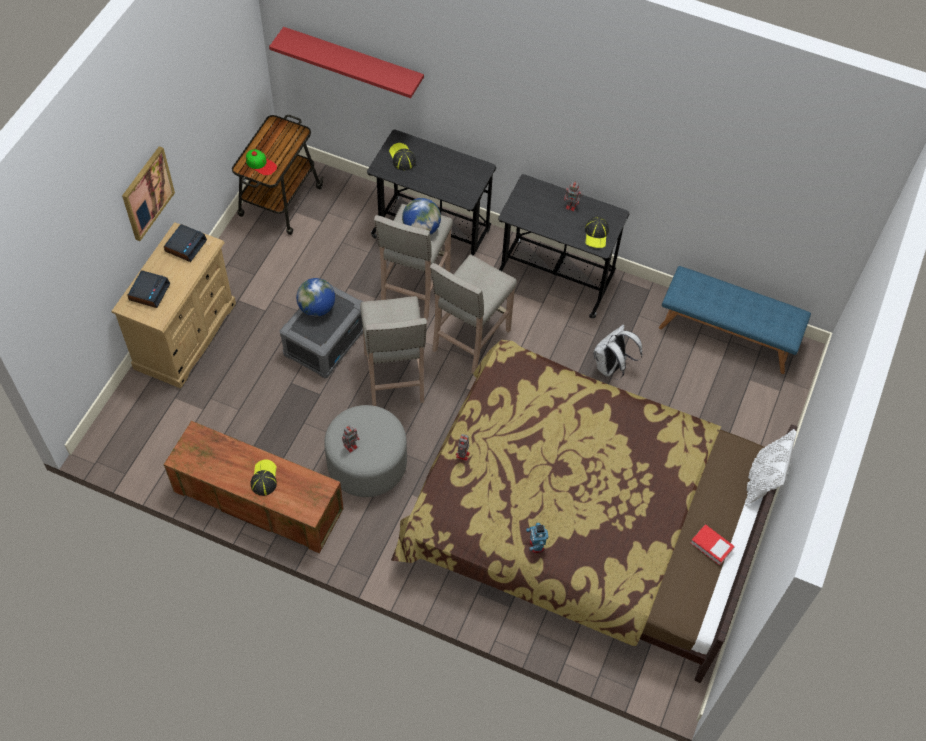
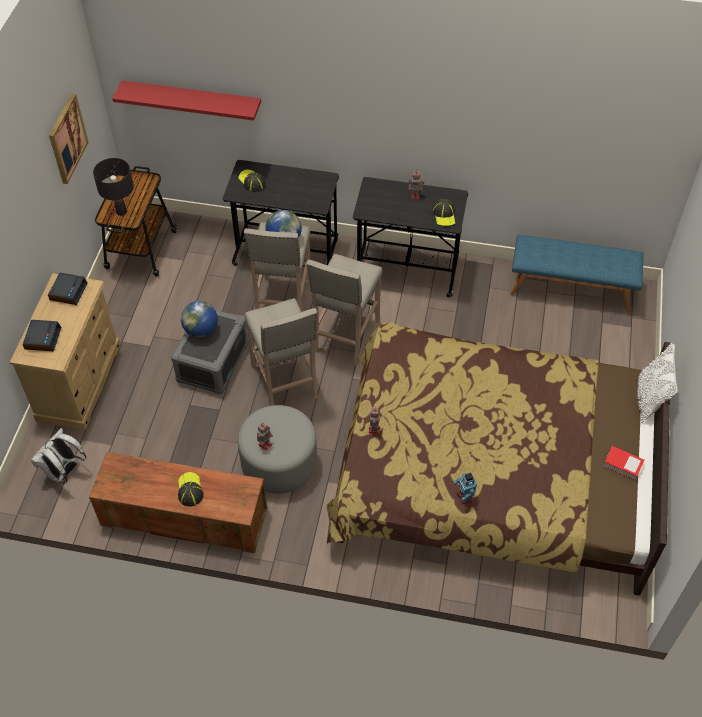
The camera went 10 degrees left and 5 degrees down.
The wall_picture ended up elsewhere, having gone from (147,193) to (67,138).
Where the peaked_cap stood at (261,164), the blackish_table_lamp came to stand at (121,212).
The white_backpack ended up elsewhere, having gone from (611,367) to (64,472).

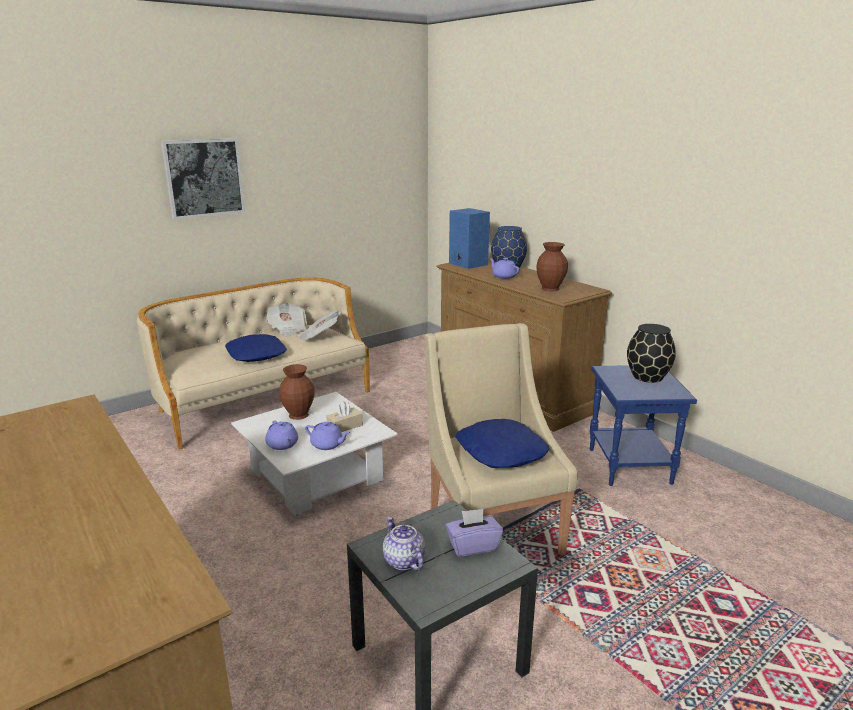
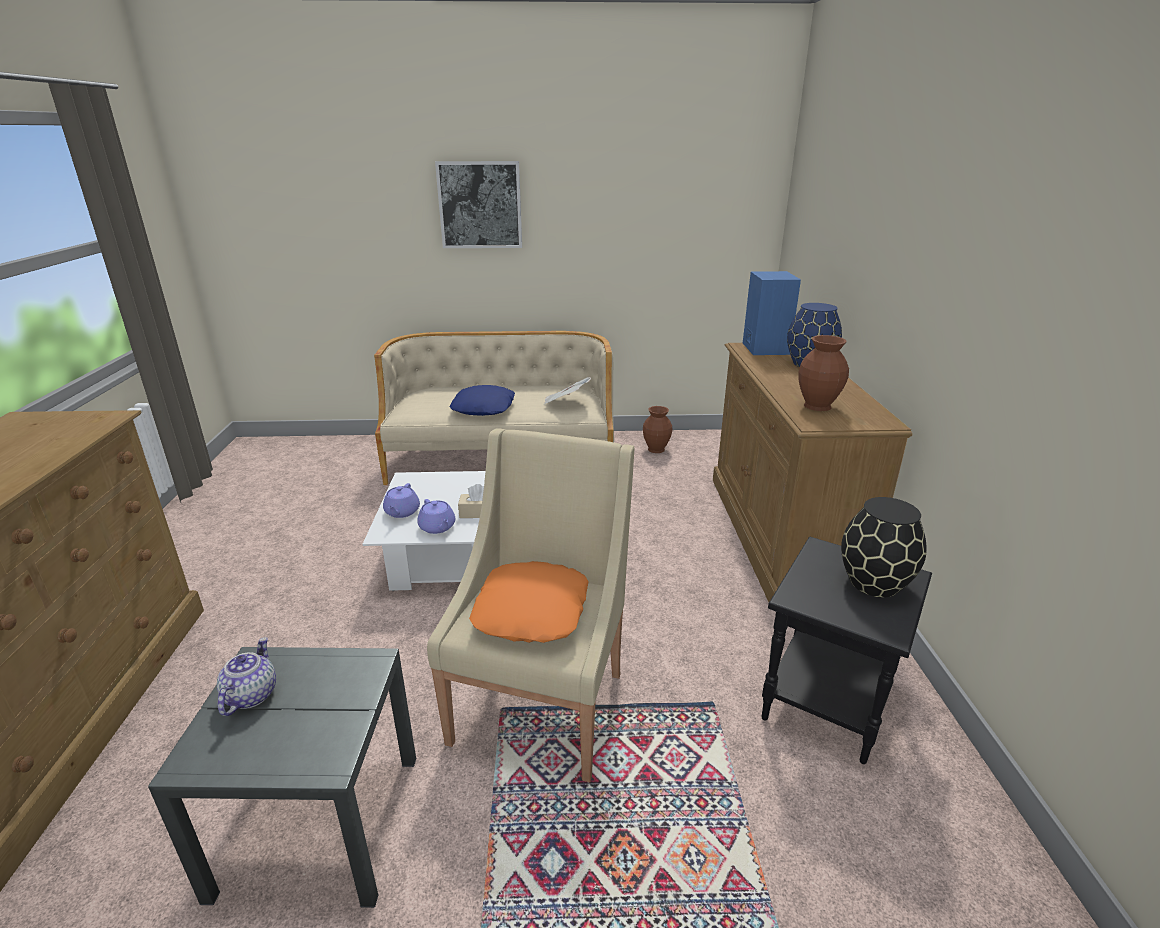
The camera went 35 degrees right and 5 degrees up.
The second view lost the printed_paper at (287,329).
The brown-coloured_vase ended up elsewhere, having gone from (298,415) to (655,449).
The second view lost the purple-coloured_tissue_box at (473,546).
What was the bluish_throw_pillow at (500,452) turned into the orangey_throw_pillow at (530,611).
The second view lost the purple-coloured_pot_for_tea at (503,276).
What was the bluish_end_table at (627,465) turned into the blackish_end_table at (824,702).

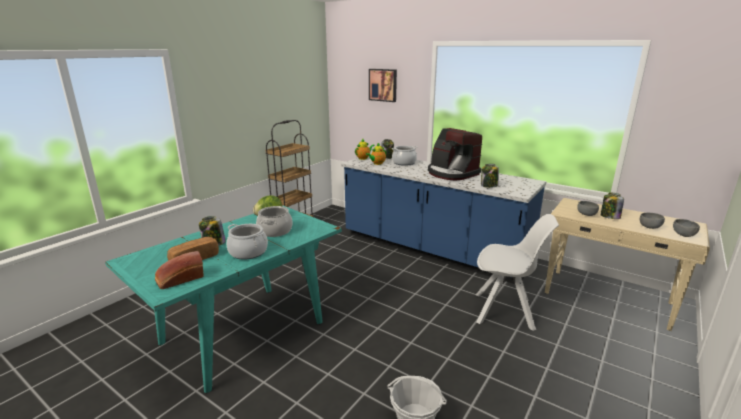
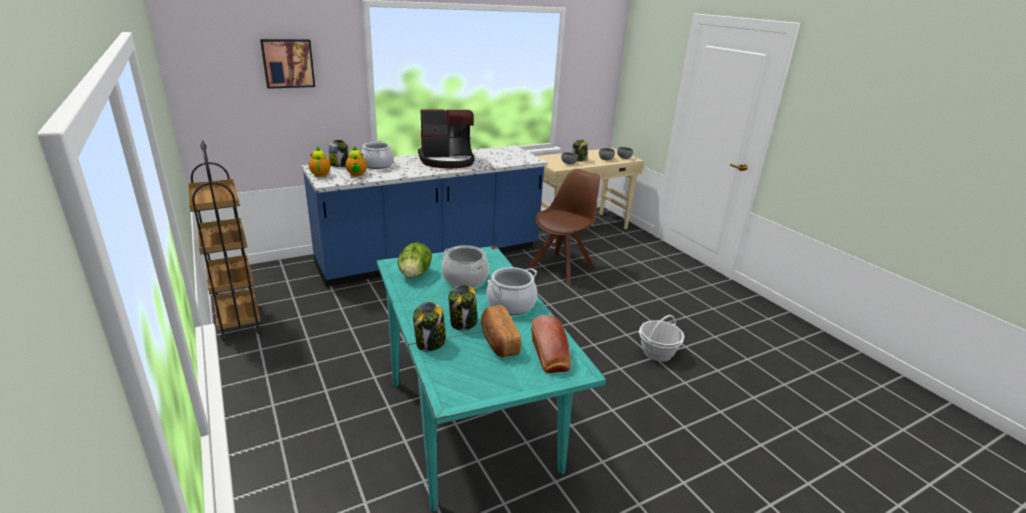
The camera went 65 degrees left and 5 degrees up.
What was the white_chair at (505,311) turned into the brown-coloured_chair at (562,267).
The storage_jar ended up elsewhere, having gone from (489,186) to (430,343).

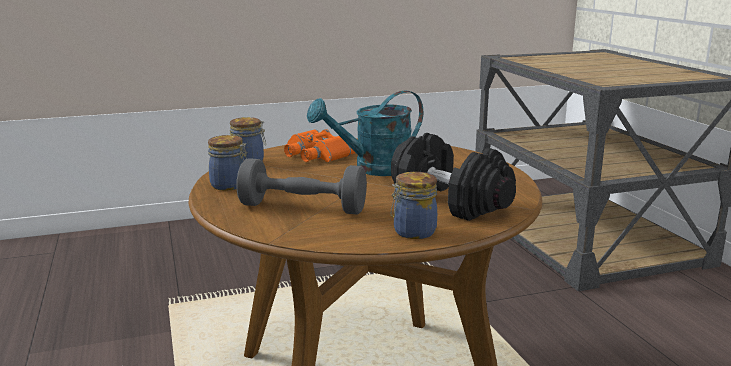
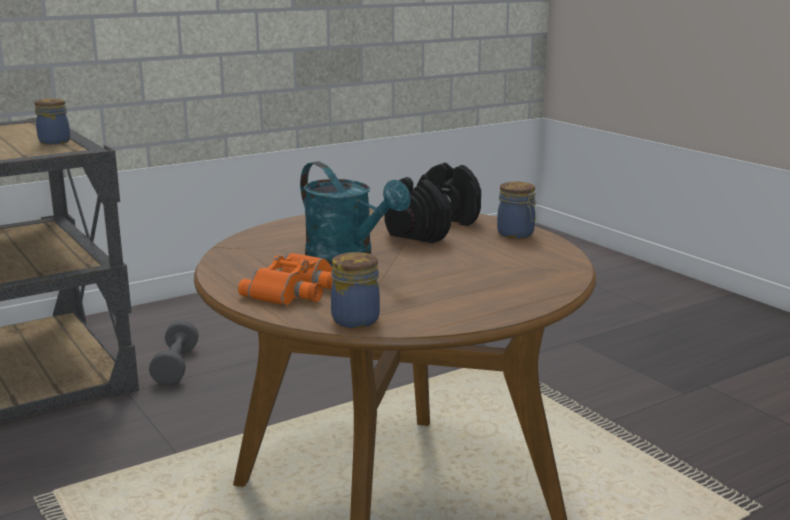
The camera went 105 degrees left and 0 degrees up.
The storage_jar ended up elsewhere, having gone from (230,185) to (55,141).
The gray_hand_weight ended up elsewhere, having gone from (302,208) to (176,366).

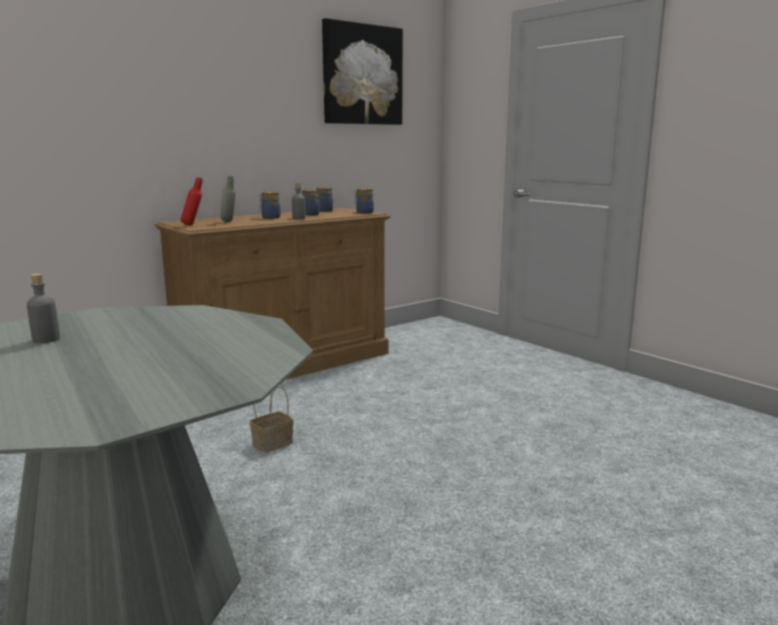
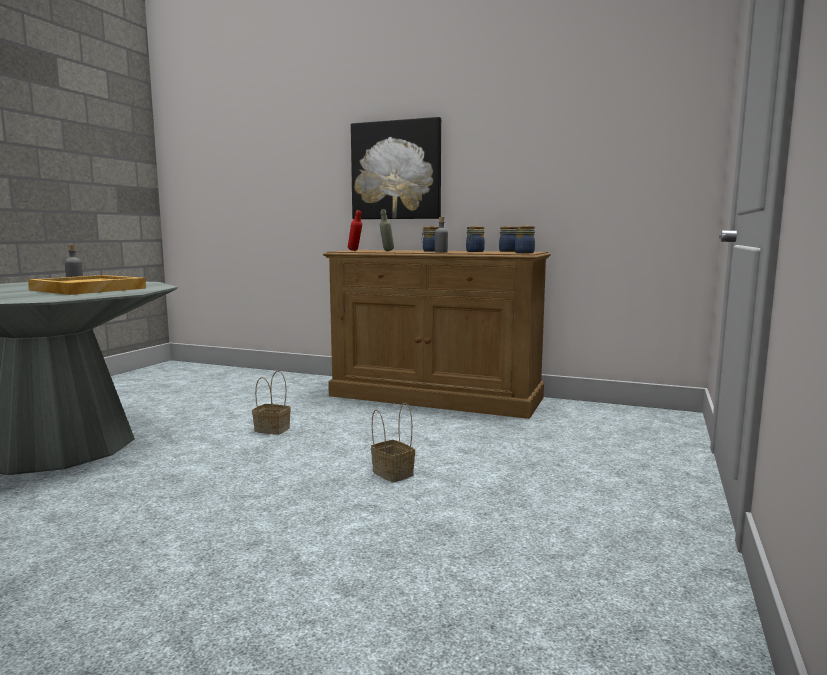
The camera went 60 degrees right and 5 degrees down.
The wall_picture ended up elsewhere, having gone from (362,75) to (396,170).
The second view gained the beige-coloured_tray at (88,289).
The second view gained the storage_basket at (391,473).

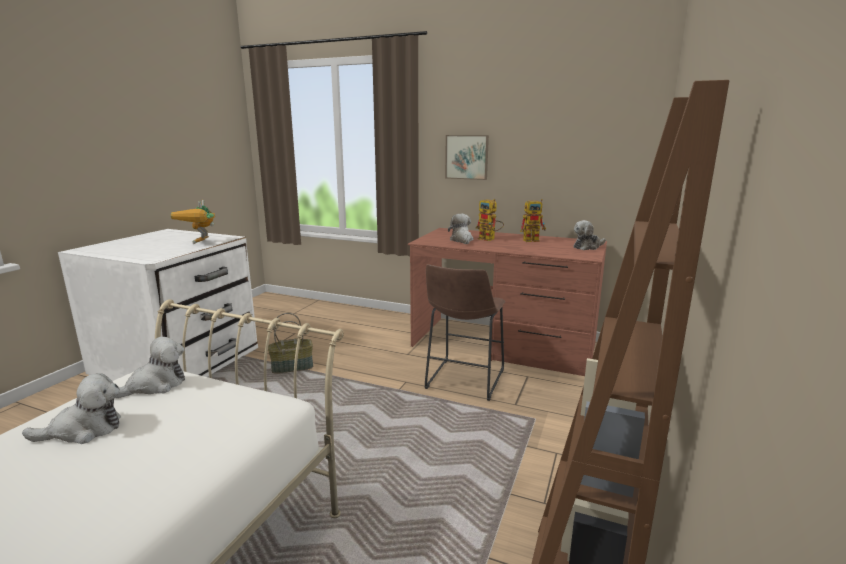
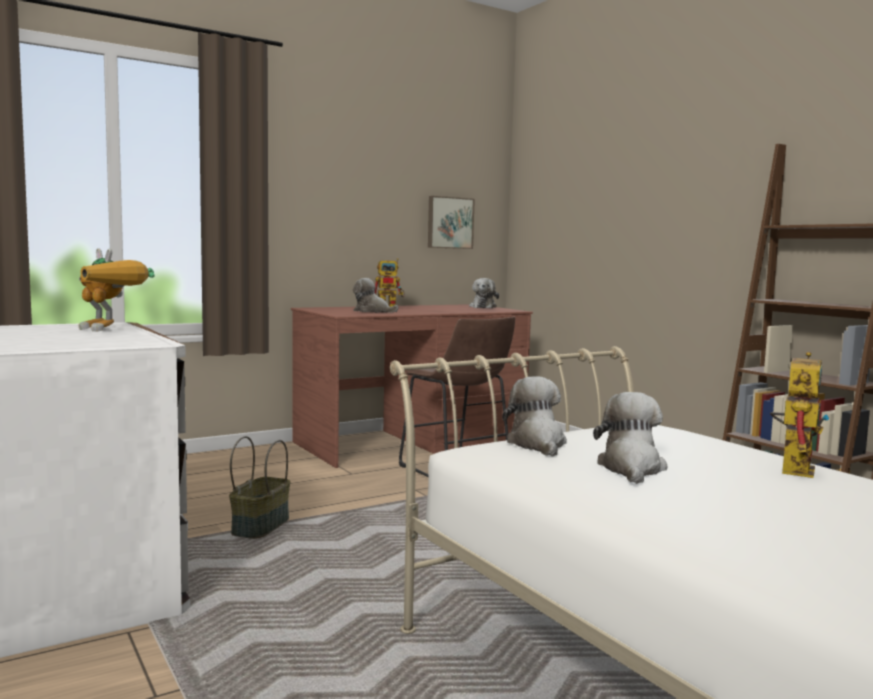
The camera went 55 degrees left and 10 degrees down.
The wall_picture ended up elsewhere, having gone from (467,157) to (449,223).
The robot_figure ended up elsewhere, having gone from (534,240) to (793,467).

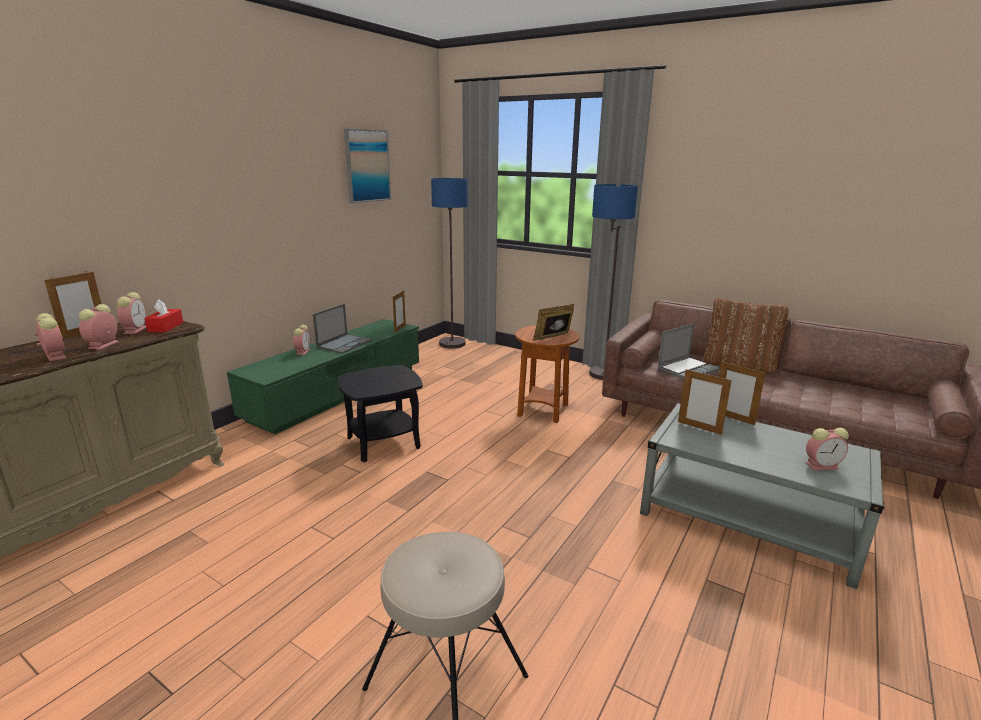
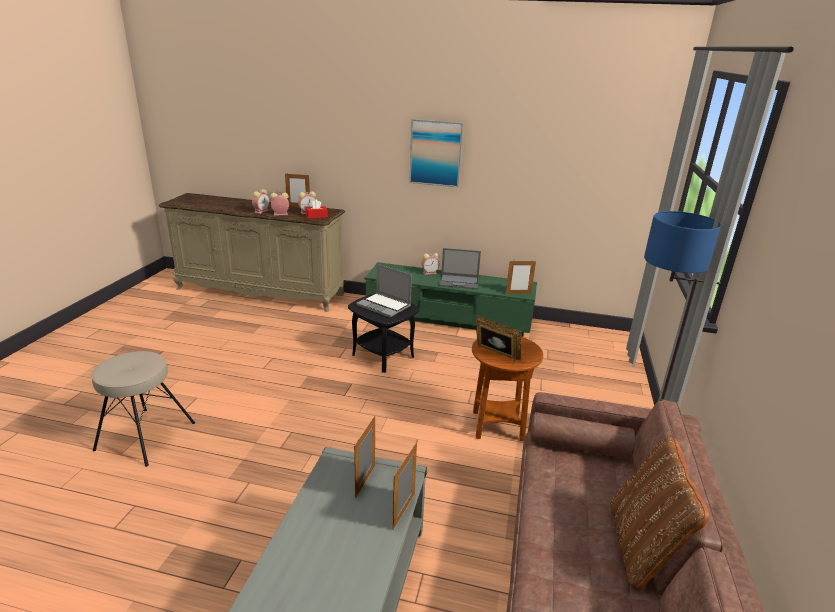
The camera went 70 degrees right and 5 degrees up.
The wall_picture ended up elsewhere, having gone from (367,166) to (436,153).
The second view lost the bluish_standard_lamp at (452,346).
The portable_computer ended up elsewhere, having gone from (687,369) to (384,306).
The second view lost the alarm_clock at (822,466).

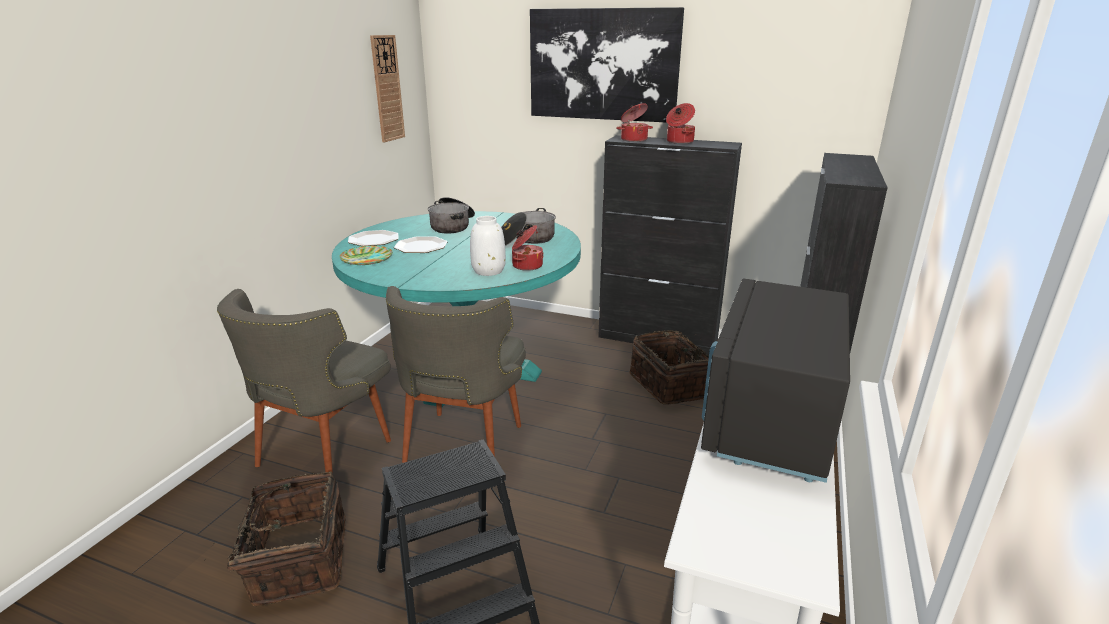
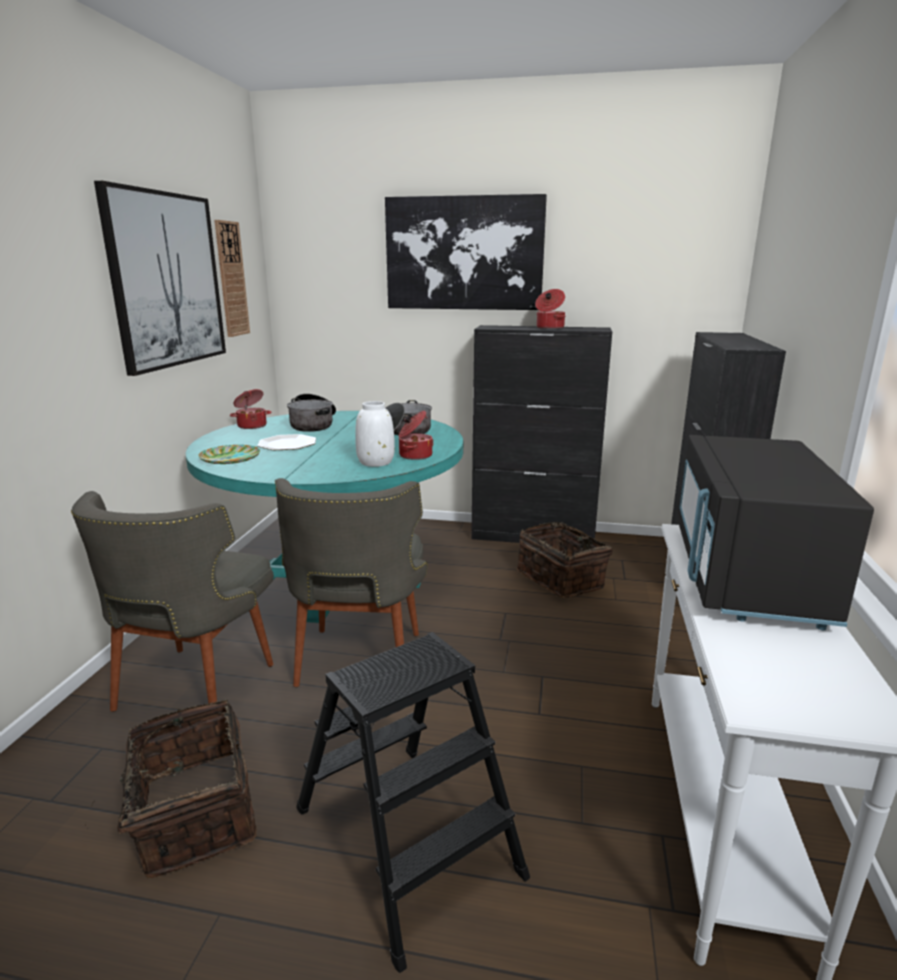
The camera went 10 degrees left and 5 degrees down.
The second view lost the dinner_plate at (374,239).
The saucepot ended up elsewhere, having gone from (633,139) to (252,426).
The second view gained the wall_picture at (166,280).

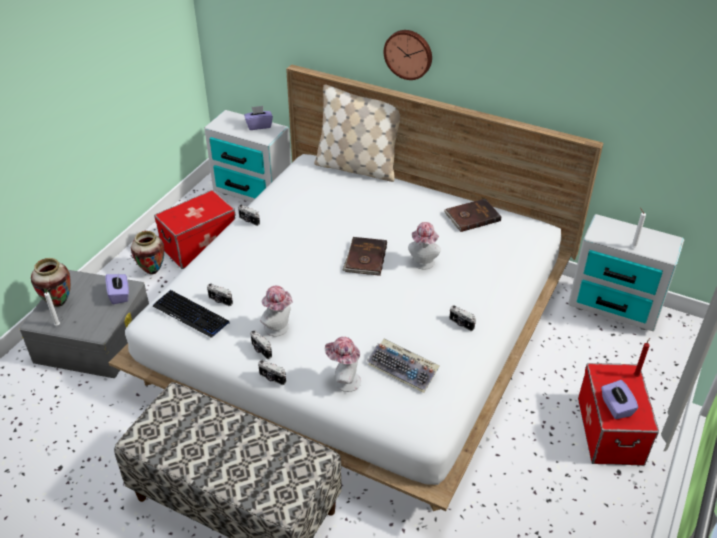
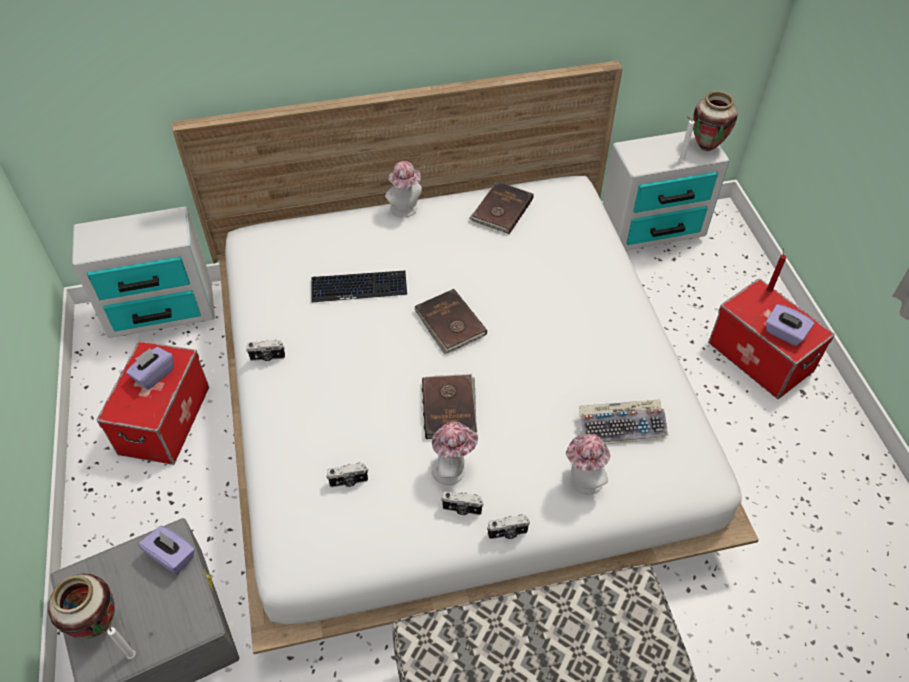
The camera went 40 degrees left and 10 degrees up.
The vase ended up elsewhere, having gone from (152,271) to (706,147).
The PC_keyboard ended up elsewhere, having gone from (191,314) to (359,287).
The purple-coloured_tissue_box ended up elsewhere, having gone from (259,126) to (154,375).
The second view lost the beige-coloured_throw_pillow at (357,167).
The second view lost the clock_on_the_wall at (409,54).
The wearable_hat ended up elsewhere, having gone from (423,264) to (406,210).
The second view lost the still_camera at (461,324).
The second view gained the brown-coloured_volume at (450,408).

